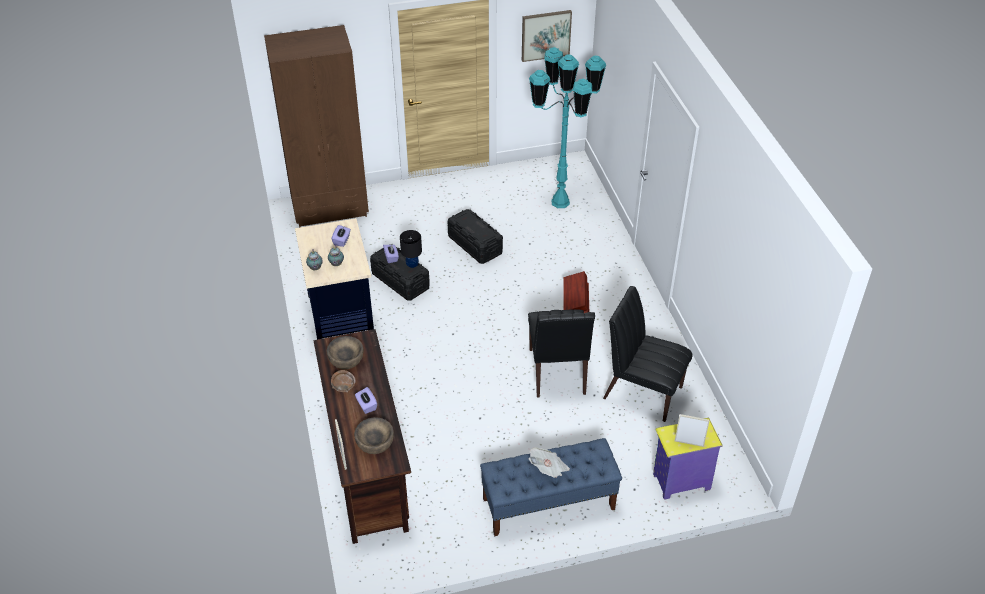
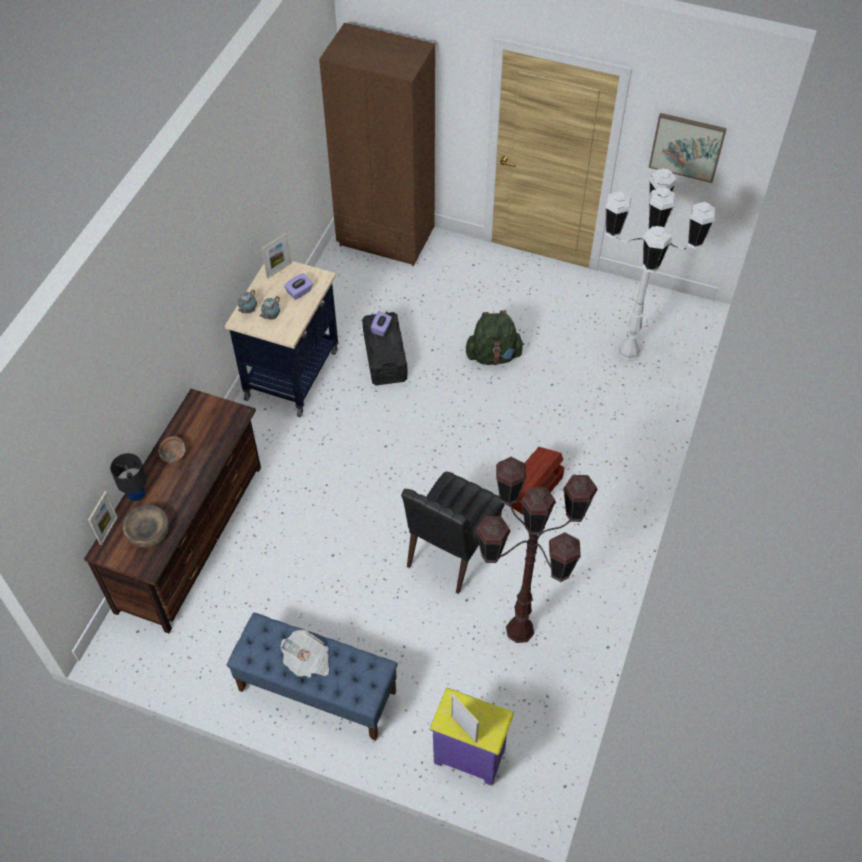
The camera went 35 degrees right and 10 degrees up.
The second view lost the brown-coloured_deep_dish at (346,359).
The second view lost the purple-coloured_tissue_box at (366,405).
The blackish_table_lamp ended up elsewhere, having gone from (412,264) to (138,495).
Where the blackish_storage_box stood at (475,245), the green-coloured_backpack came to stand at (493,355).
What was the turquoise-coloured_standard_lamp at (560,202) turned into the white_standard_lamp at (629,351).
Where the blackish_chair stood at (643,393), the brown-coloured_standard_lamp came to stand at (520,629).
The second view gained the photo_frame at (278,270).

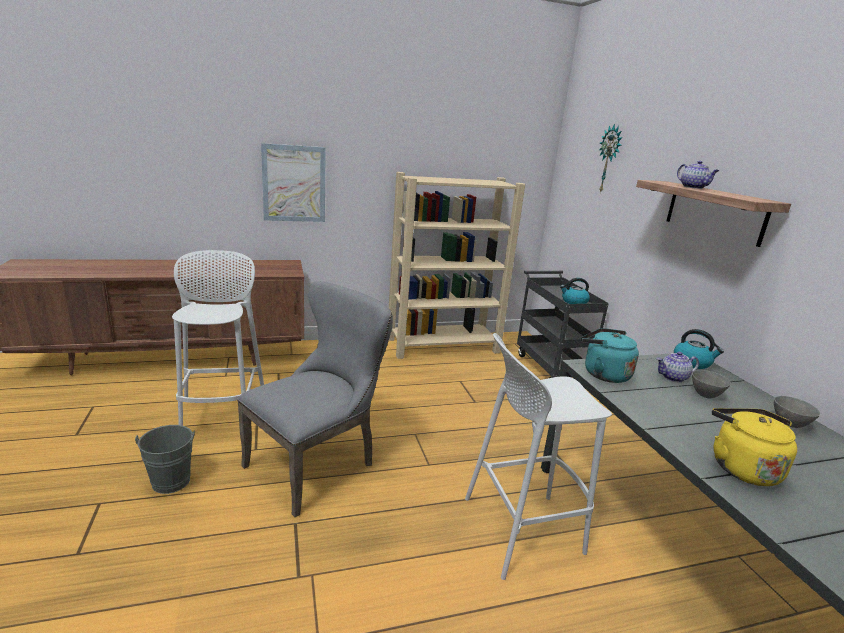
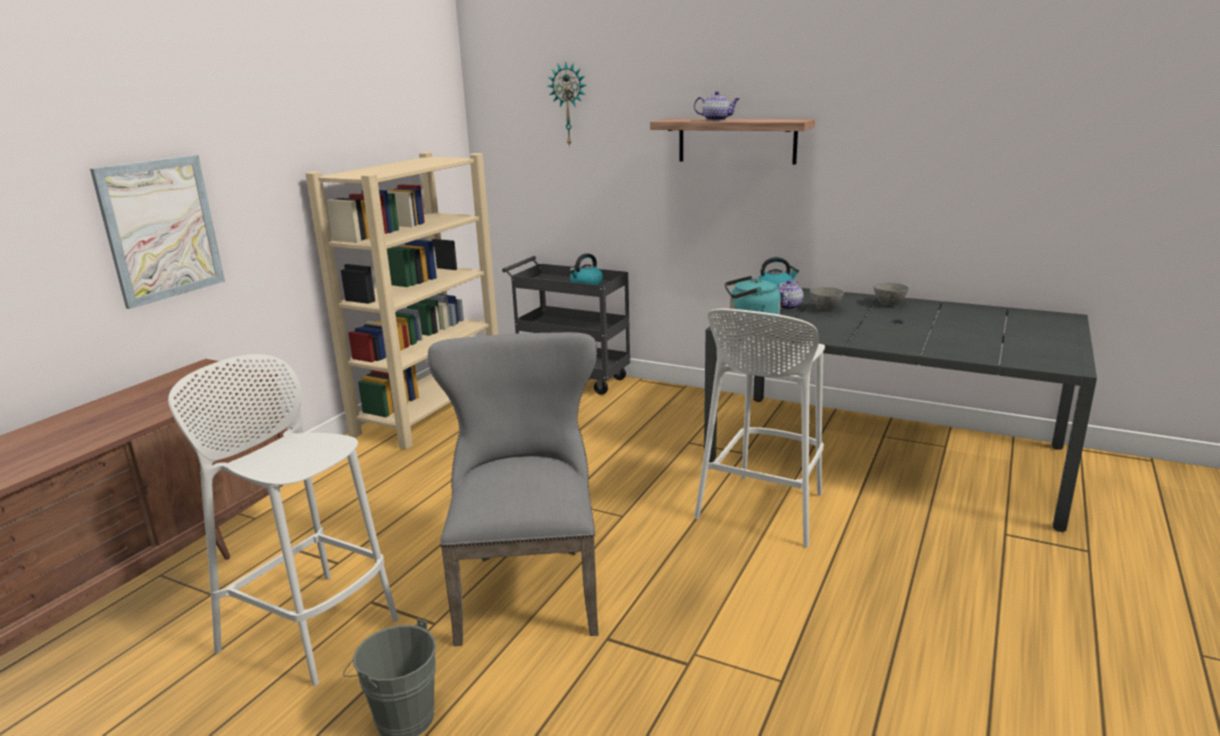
The camera went 45 degrees left and 0 degrees up.
The second view lost the yellow_water_kettle at (741,467).

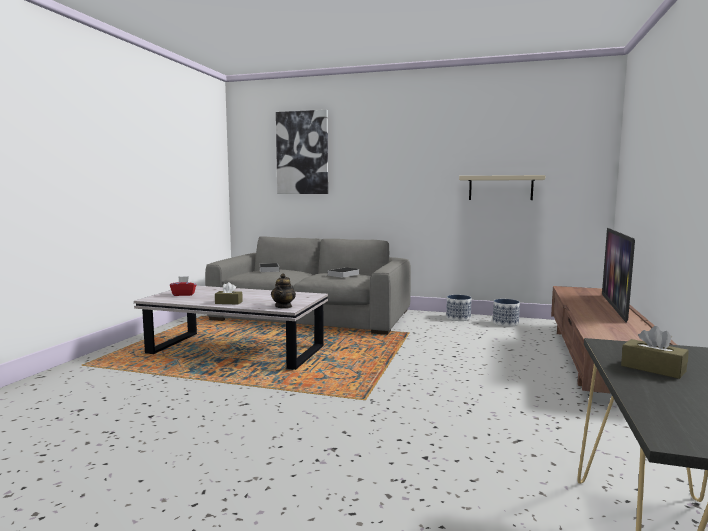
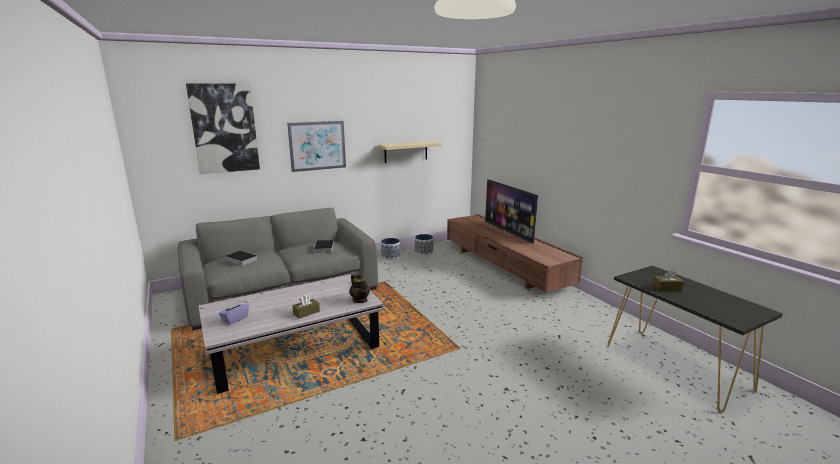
The camera went 45 degrees left and 10 degrees up.
What was the red_tissue_box at (183,294) turned into the purple-coloured_tissue_box at (235,319).
The second view gained the wall_picture at (317,145).

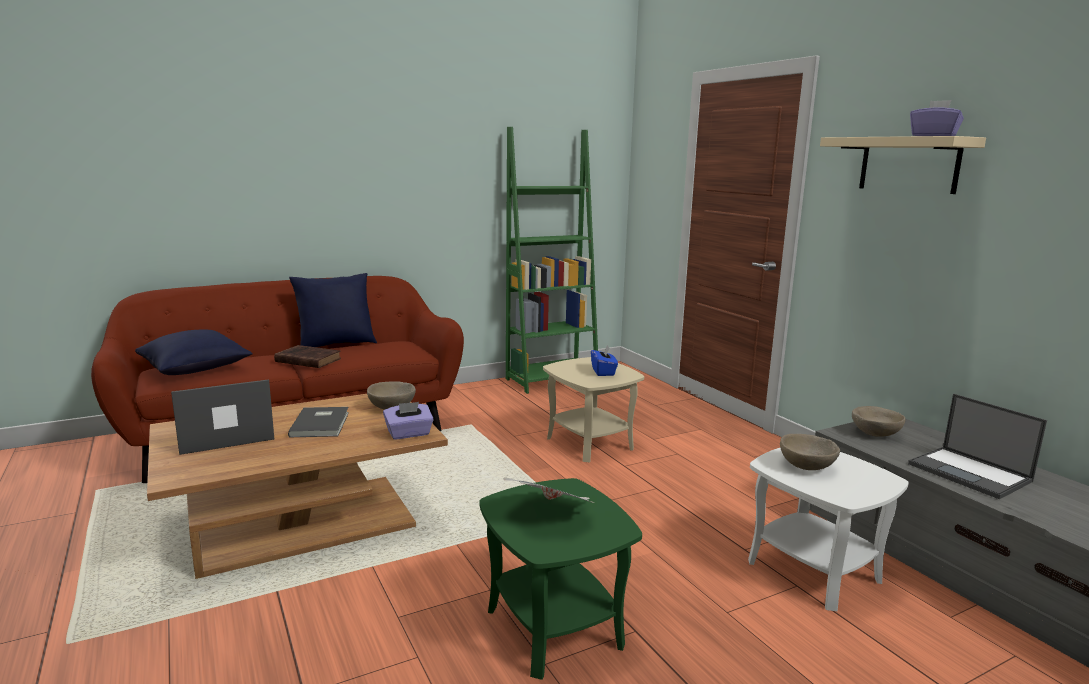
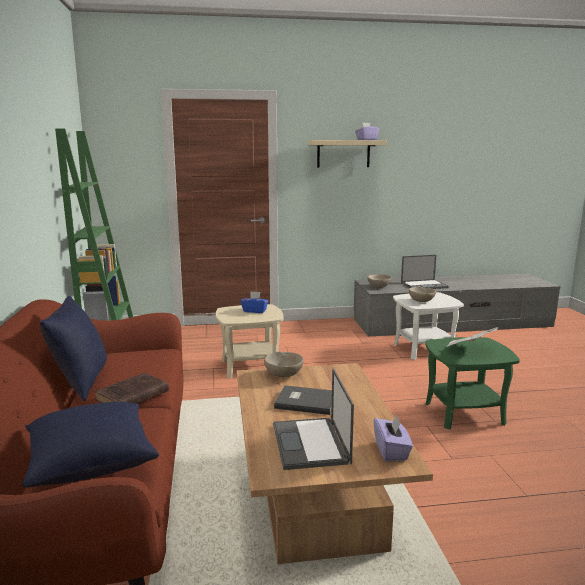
The camera went 70 degrees left and 0 degrees up.
The purple-coloured_tissue_box ended up elsewhere, having gone from (409,434) to (391,451).

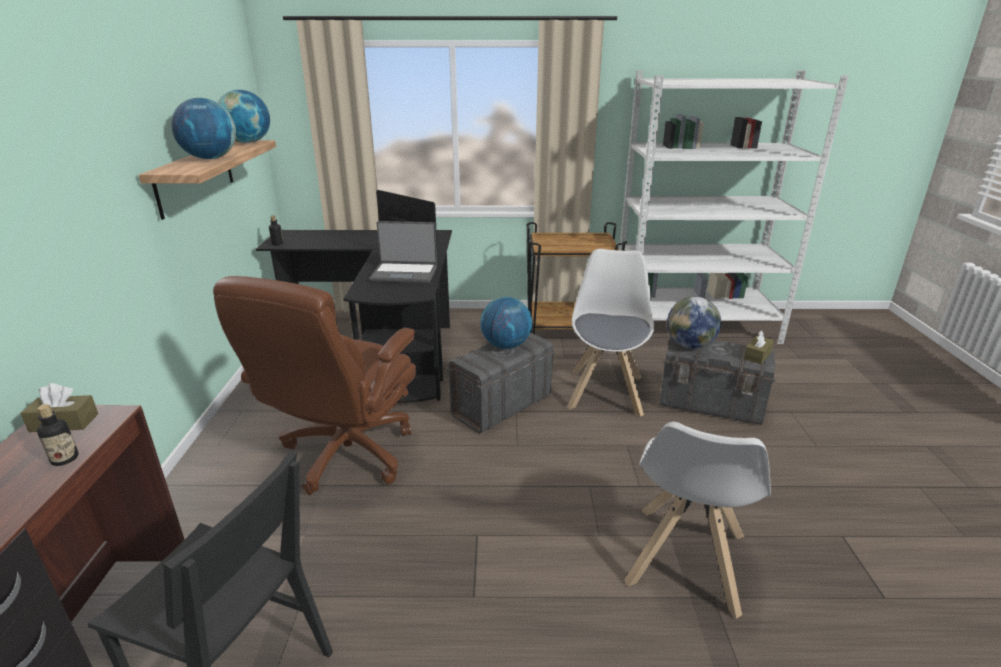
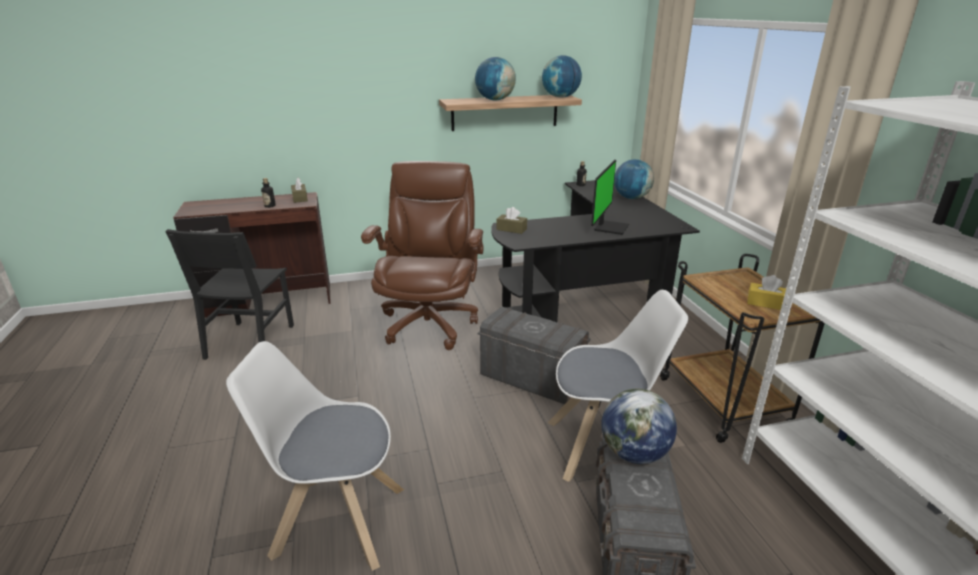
The camera went 75 degrees right and 0 degrees up.
The brown-coloured_office_chair at (343,456) ended up facing another way, 90 degrees clockwise from before.
The second view lost the portable_computer at (404,274).
The globe ended up elsewhere, having gone from (506,345) to (631,198).
The brown-coloured_tissue_box ended up elsewhere, having gone from (757,355) to (511,229).
The second view gained the yellow_tissue_box at (766,303).

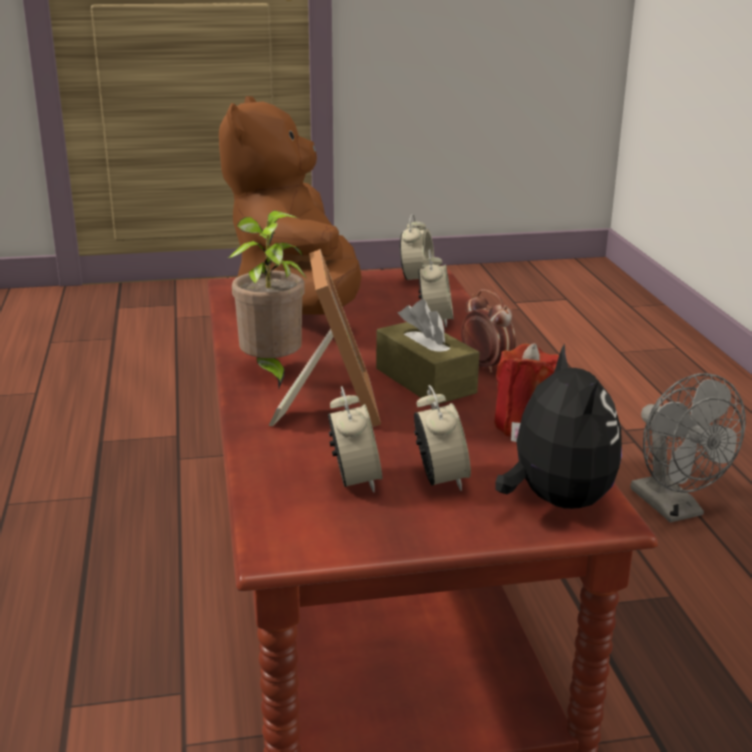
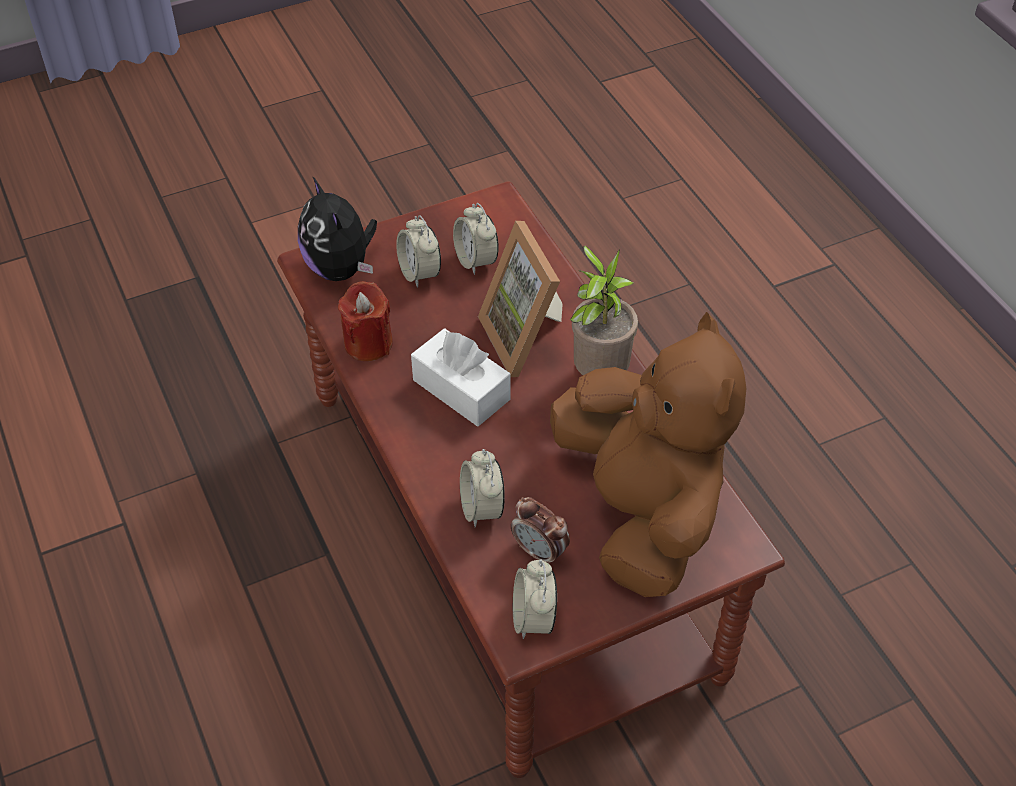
The camera went 165 degrees right and 25 degrees up.
What was the brown-coloured_tissue_box at (425,381) turned into the white_tissue_box at (461,389).
The alarm_clock ended up elsewhere, having gone from (485,366) to (540,552).
The second view lost the gray_electric_fan at (674,509).

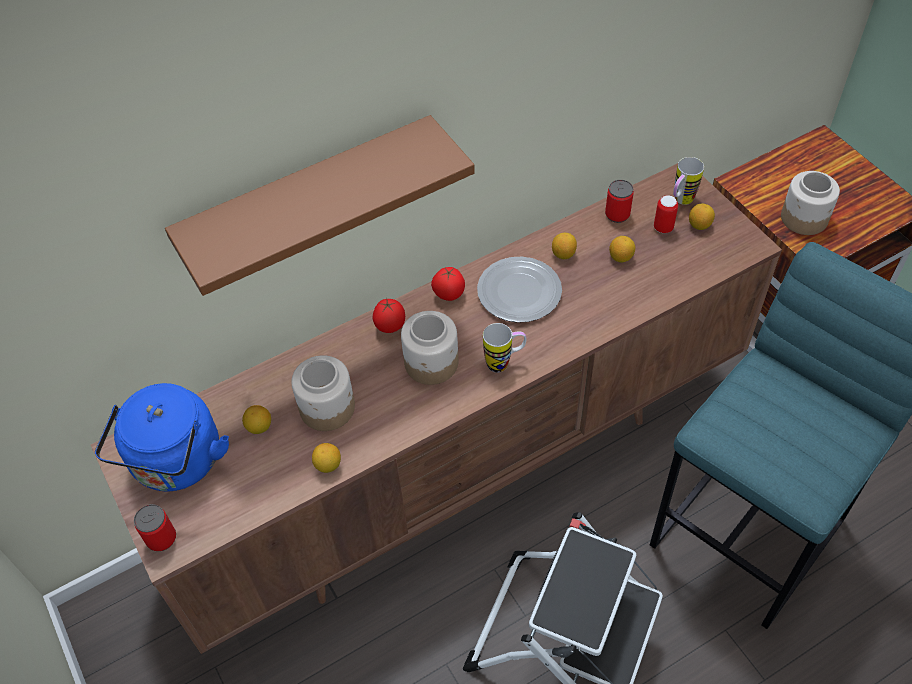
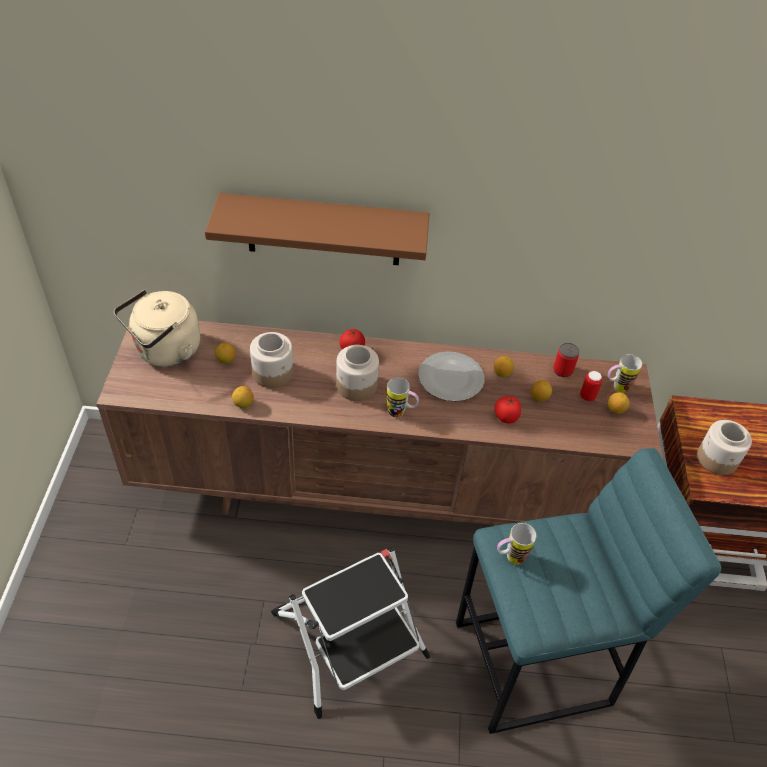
The camera went 30 degrees right and 5 degrees down.
What was the bluish_water_kettle at (176,464) turned into the beige-coloured_water_kettle at (165,351).
The second view lost the metal_can at (161,538).
The whole_tomato ended up elsewhere, having gone from (448,294) to (505,418).
The second view gained the tea_mug at (510,558).

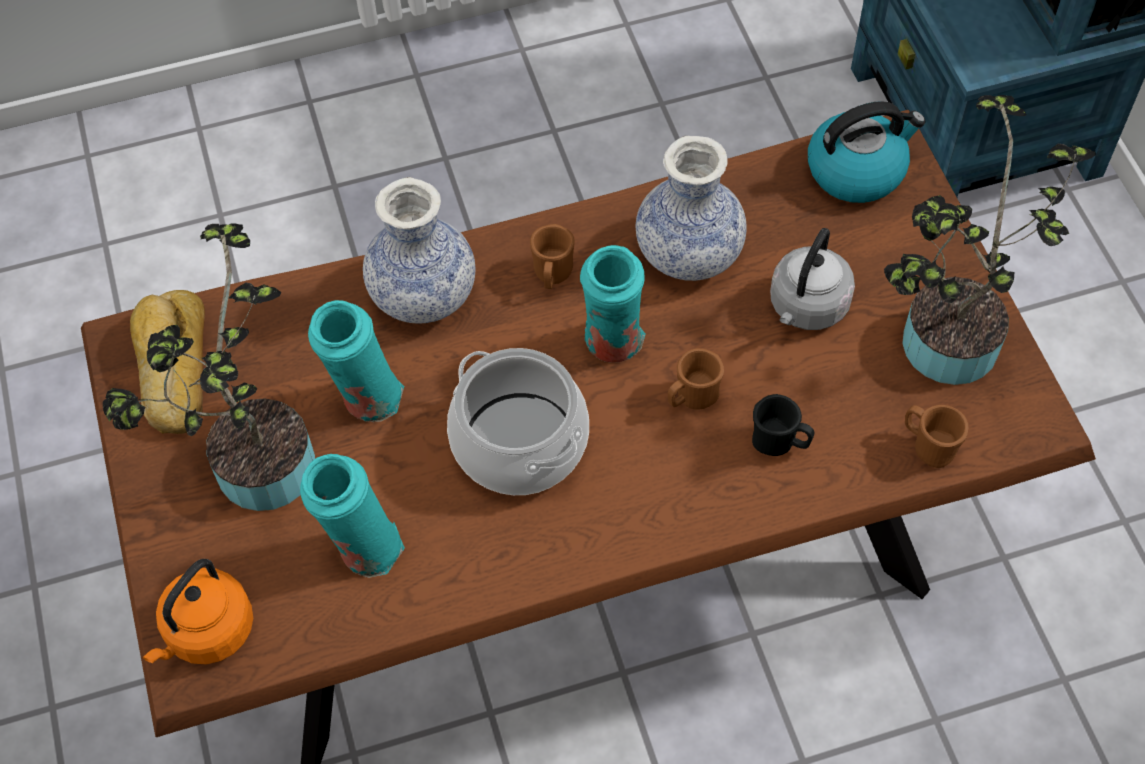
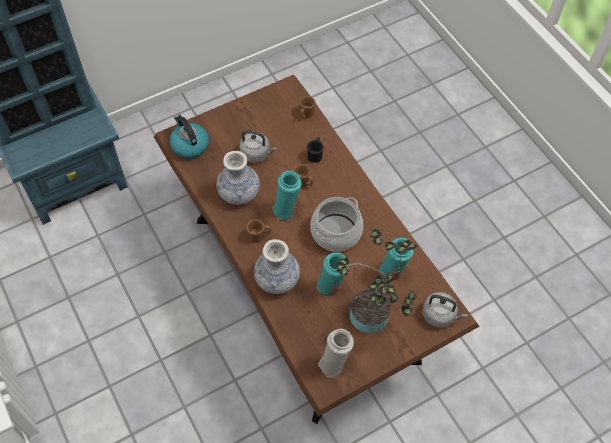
The camera went 105 degrees left and 0 degrees up.
Where the bread stood at (172,368), the white_vase came to stand at (334,364).
What was the orangey_water_kettle at (207,632) turned into the gray_water_kettle at (440,315).
The second view lost the potted_plant at (941,350).

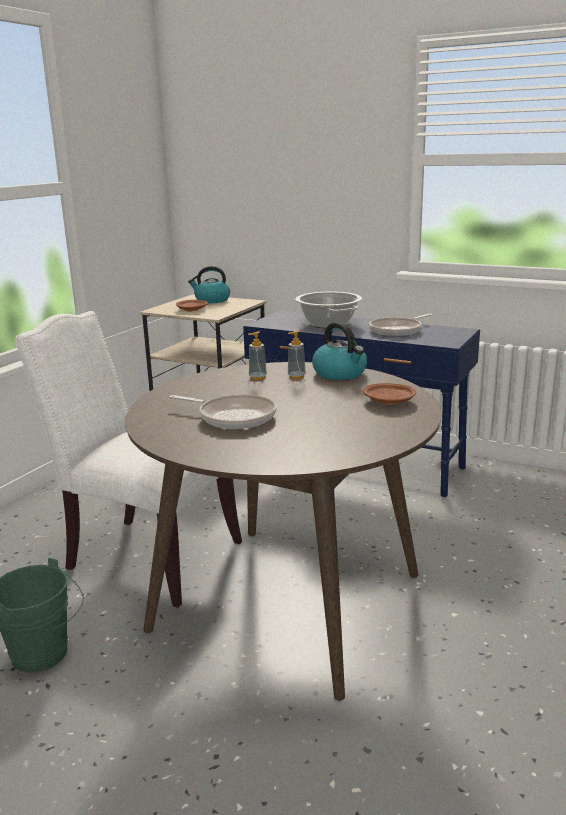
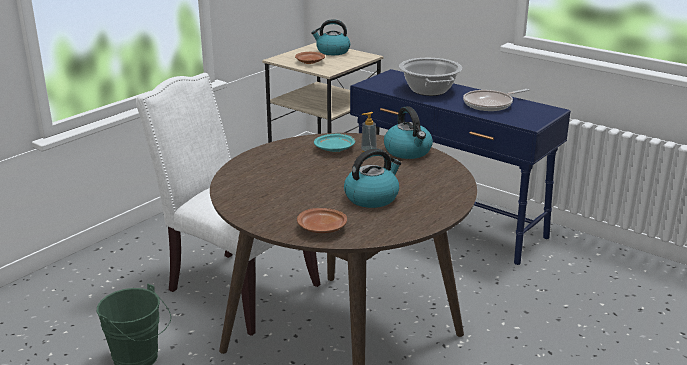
The camera went 10 degrees right and 5 degrees up.
The second view lost the frying_pan at (233,417).
Where the soap_bottle stood at (257,378), the turquoise-coloured_dinner_plate came to stand at (335,149).
The brown-coloured_dinner_plate ended up elsewhere, having gone from (390,401) to (322,229).
The second view gained the water_kettle at (372,197).

